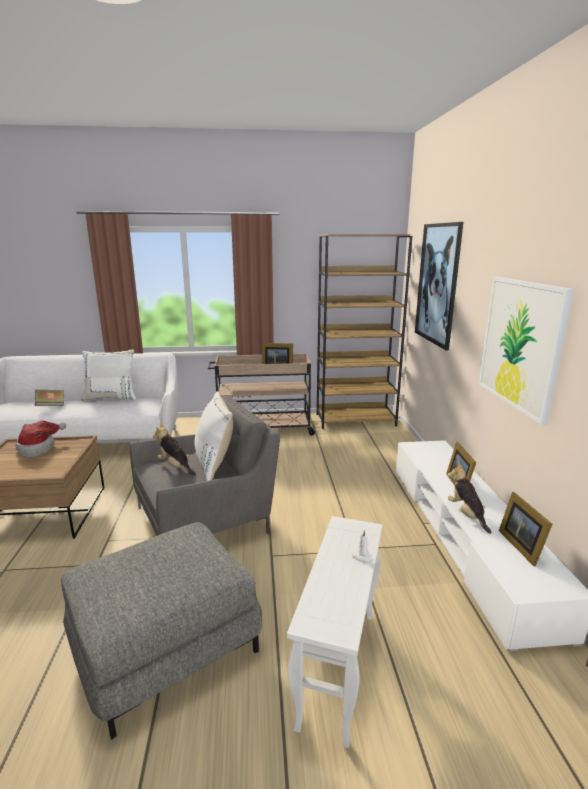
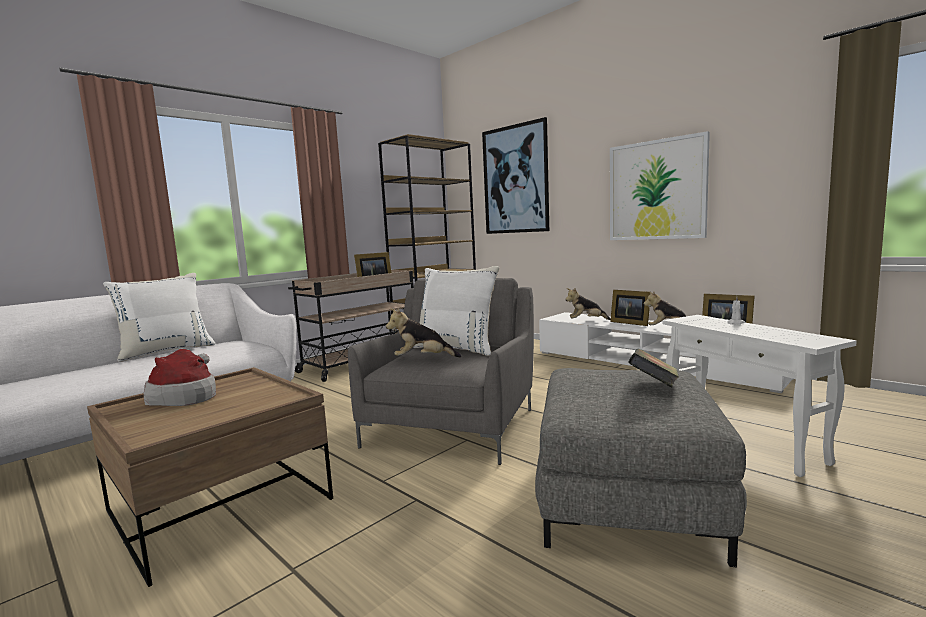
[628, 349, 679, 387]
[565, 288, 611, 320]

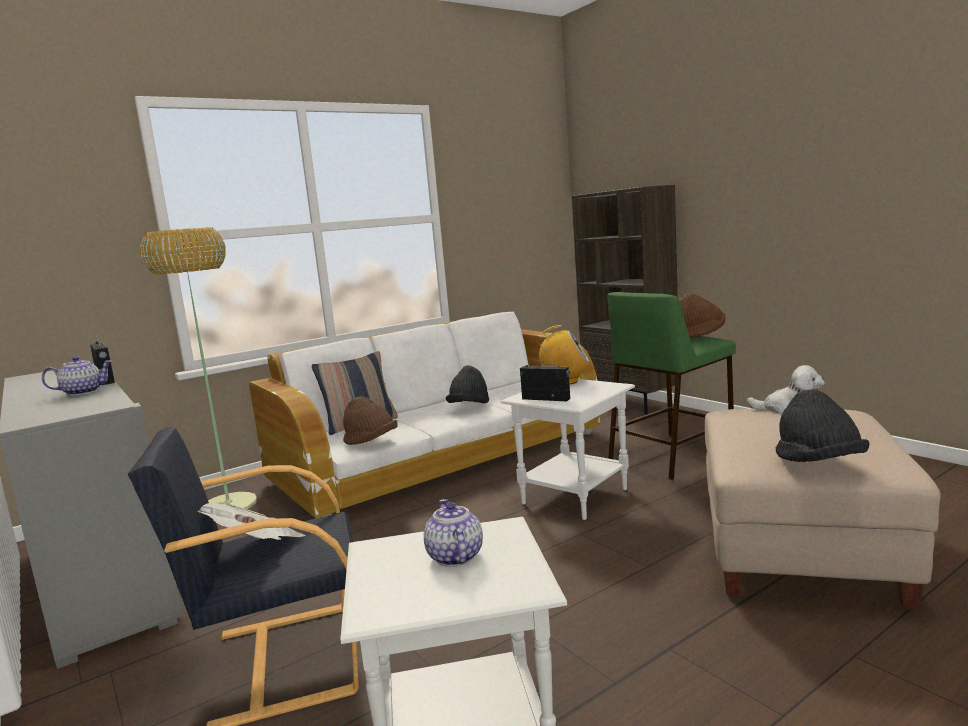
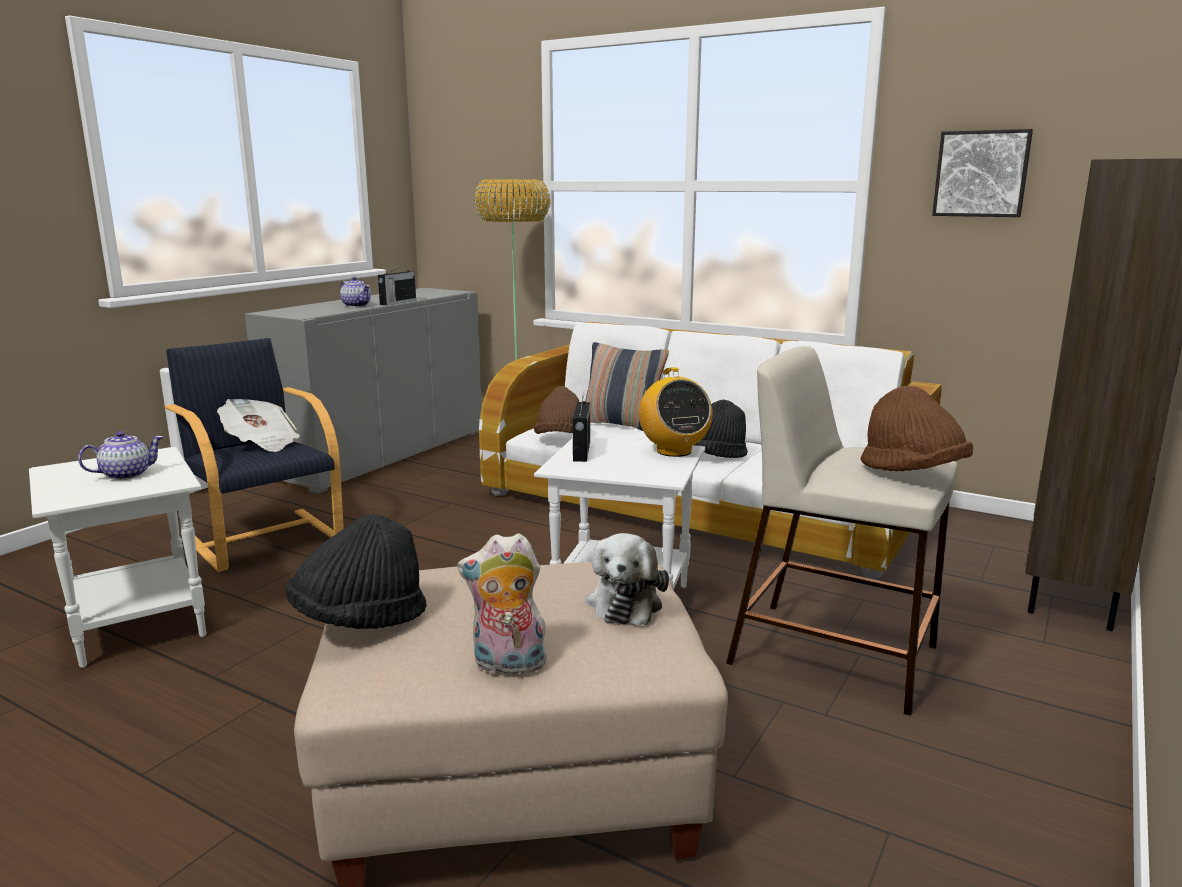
[726, 346, 958, 716]
[457, 533, 549, 674]
[932, 129, 1033, 217]

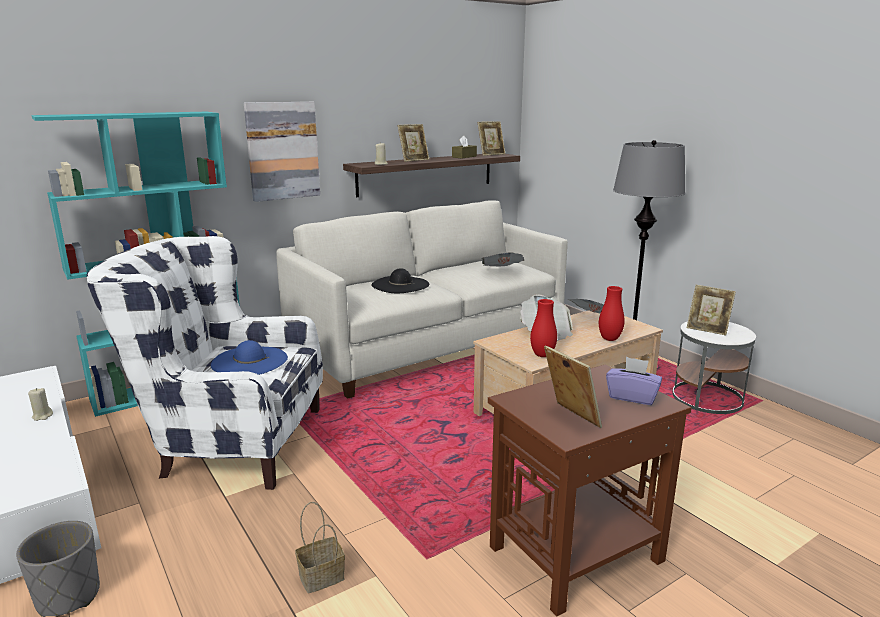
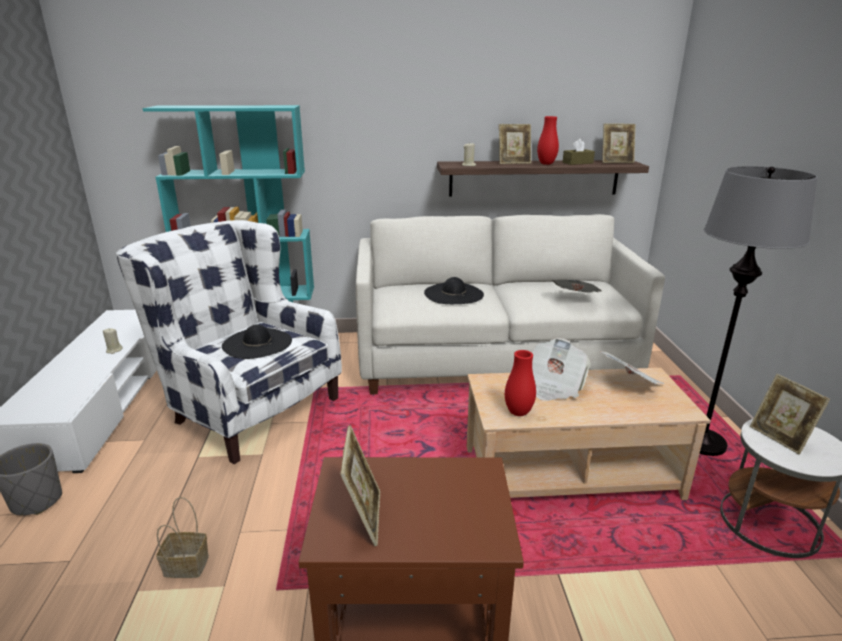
[222, 324, 292, 359]
[244, 102, 320, 202] (first image)
[537, 116, 559, 165]
[606, 357, 662, 405] (first image)

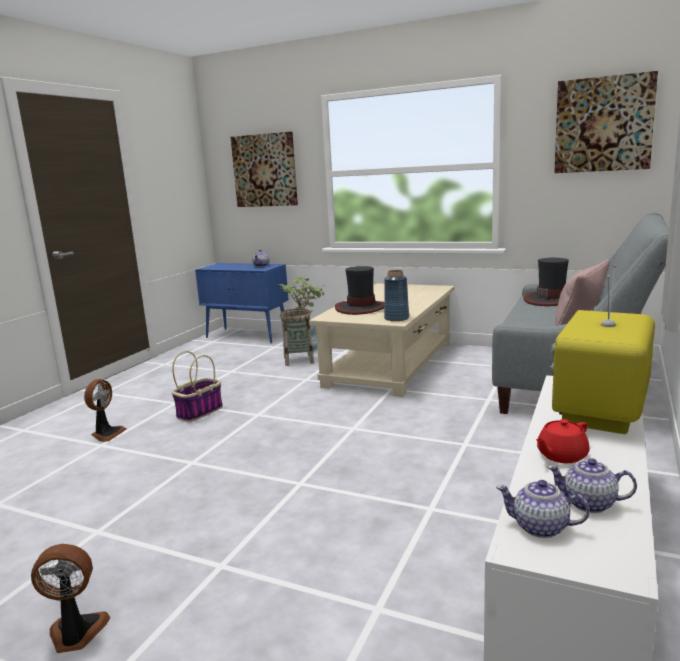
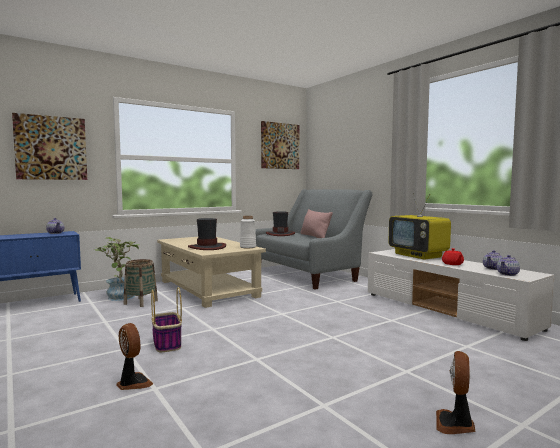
[240, 216, 256, 248]

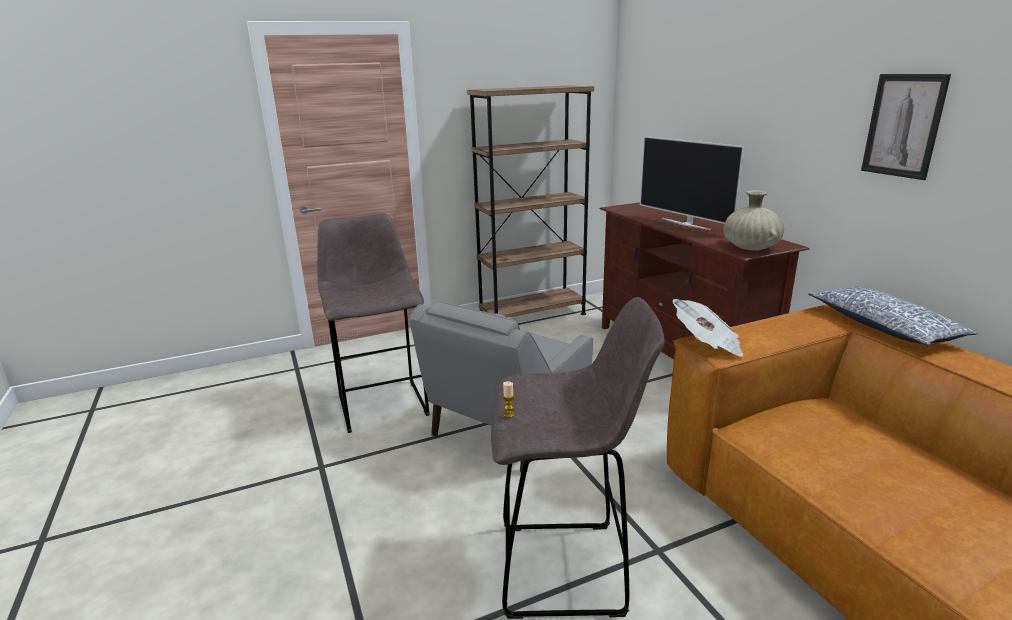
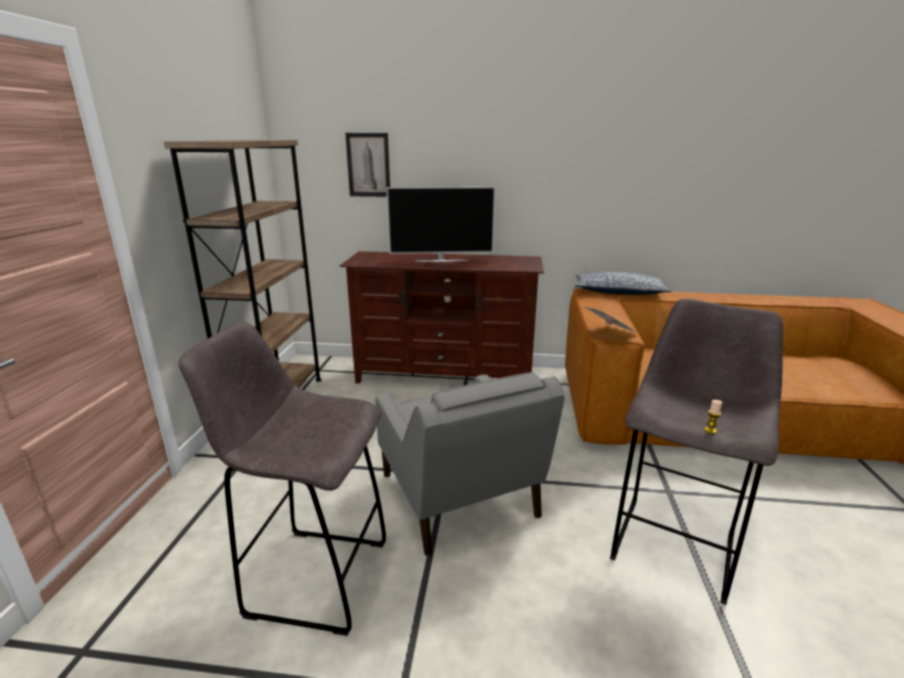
[724, 190, 784, 251] (first image)
[345, 133, 390, 197]

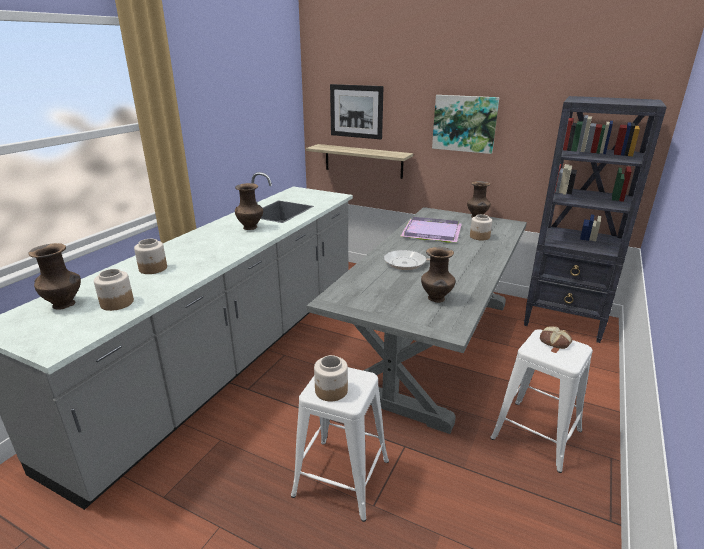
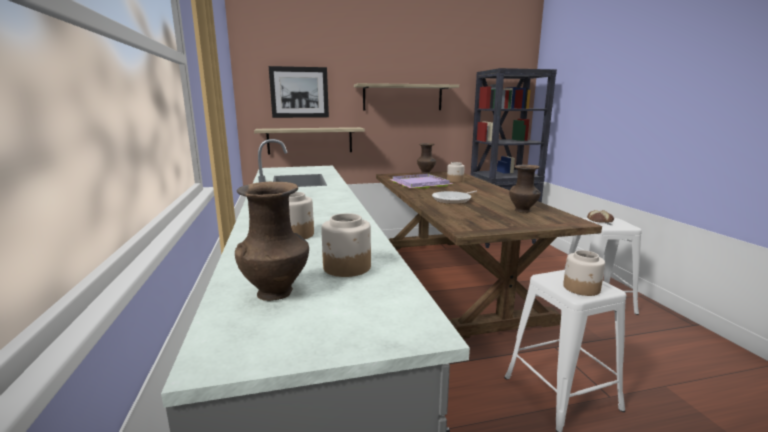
[235, 183, 263, 230] (first image)
[376, 171, 602, 339]
[354, 83, 459, 110]

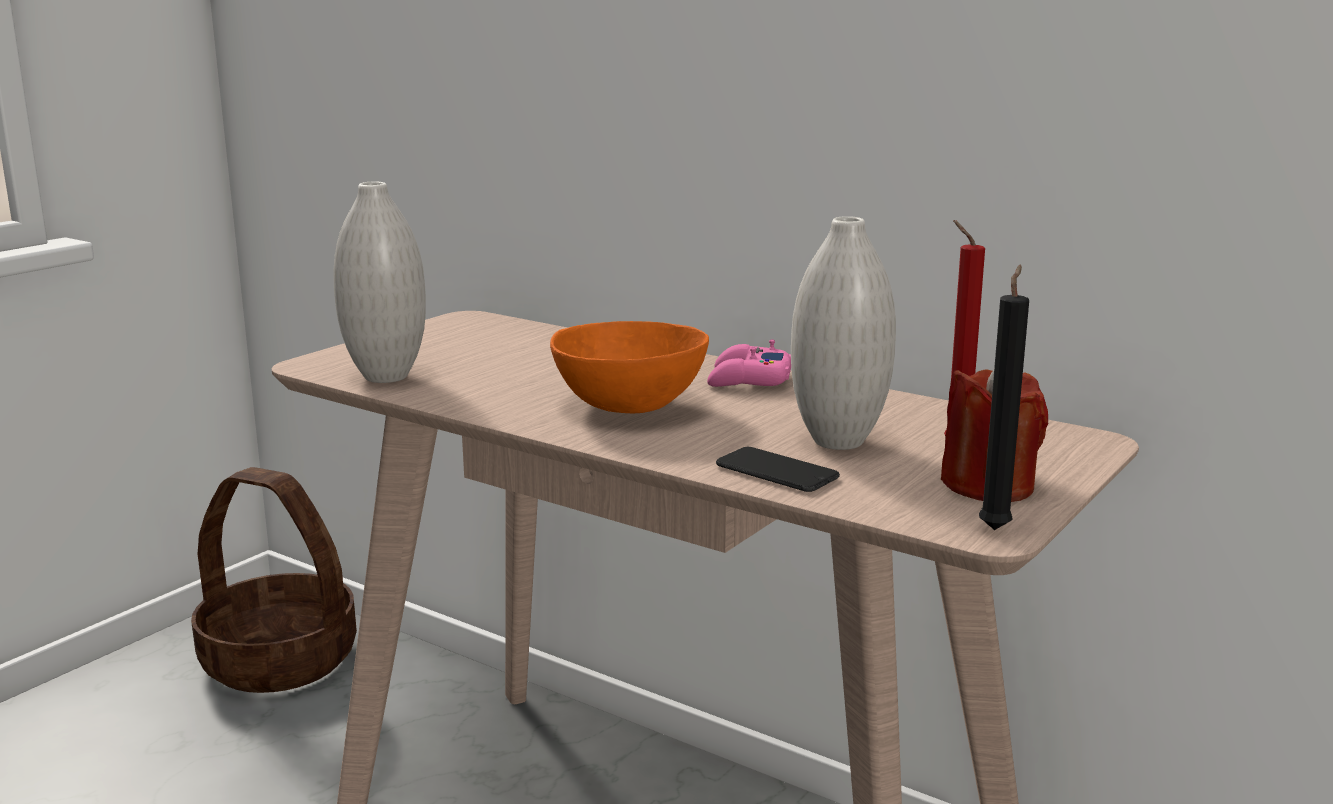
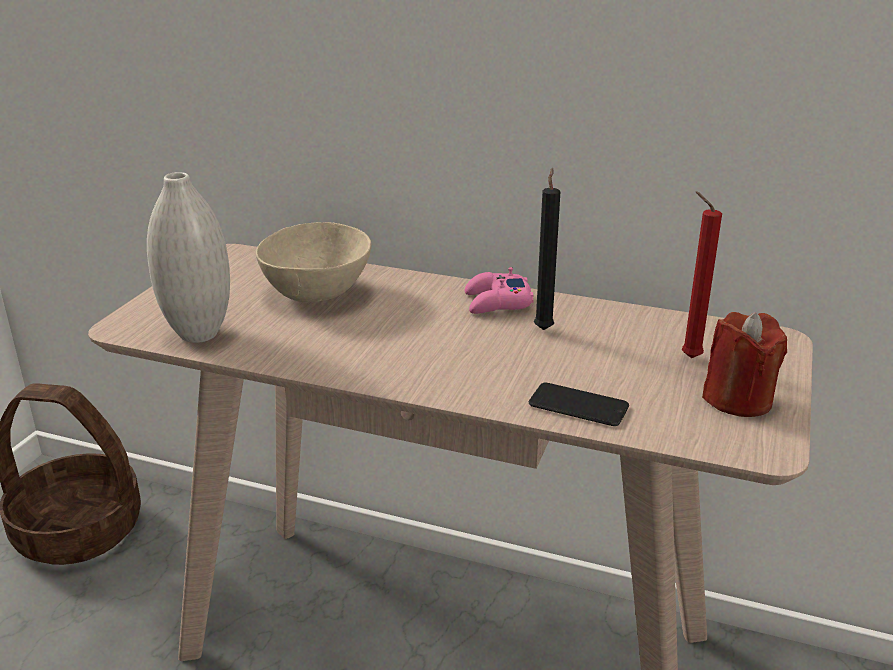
[550, 321, 709, 413] (first image)
[791, 216, 896, 450] (first image)
[534, 168, 560, 330]
[256, 222, 372, 302]

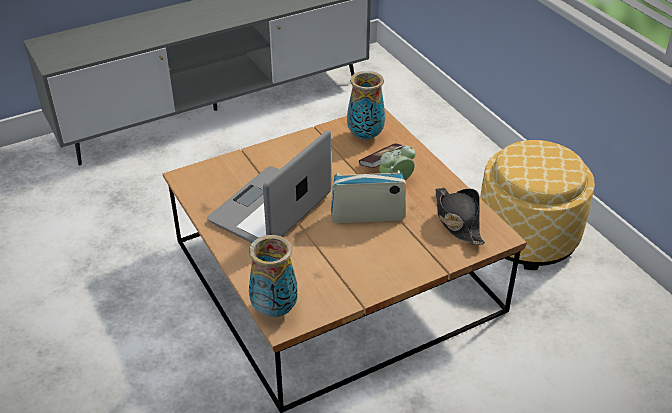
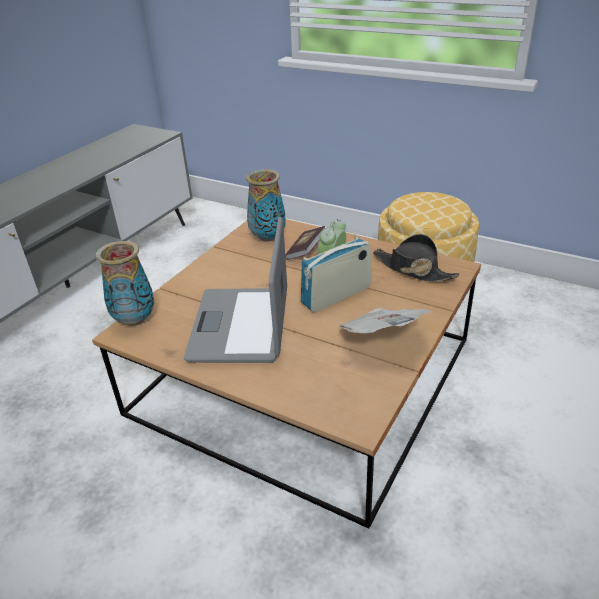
[96, 241, 154, 326]
[340, 308, 432, 333]

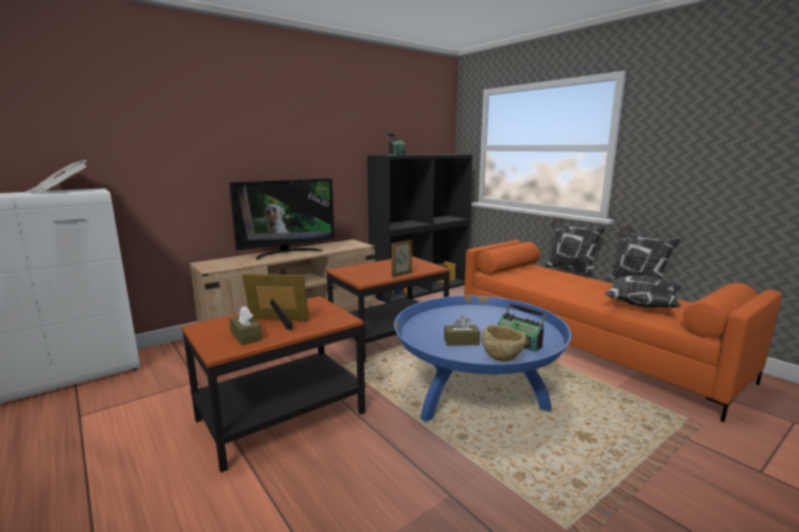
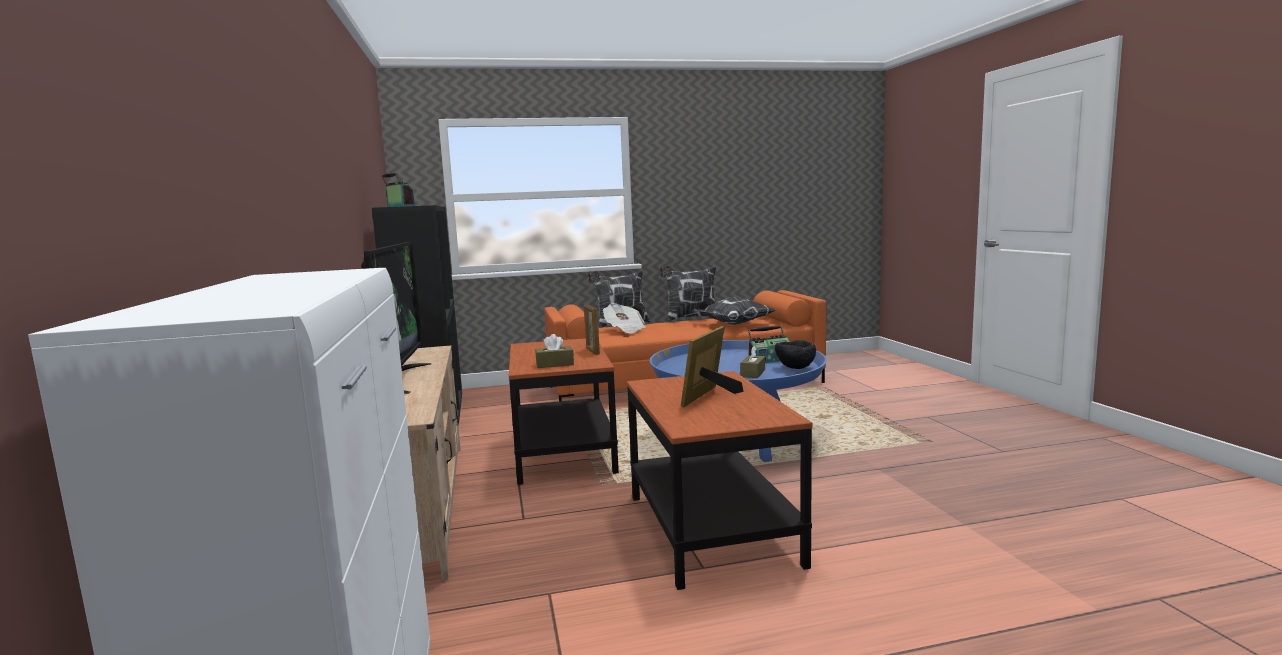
[603, 303, 646, 334]
[536, 334, 574, 368]
[775, 340, 816, 369]

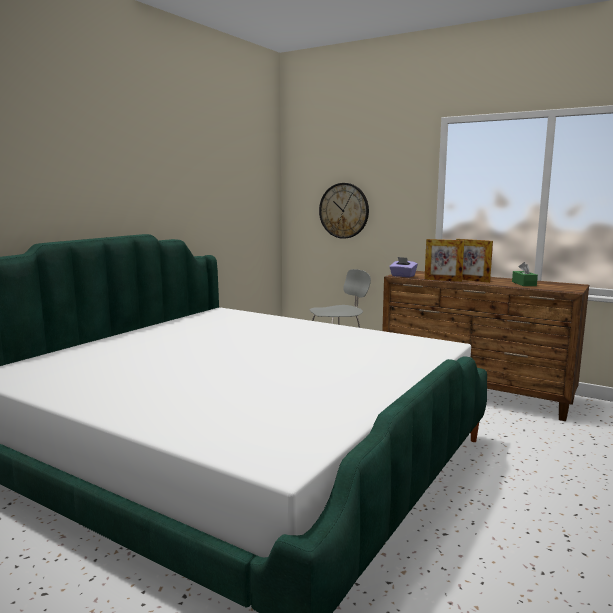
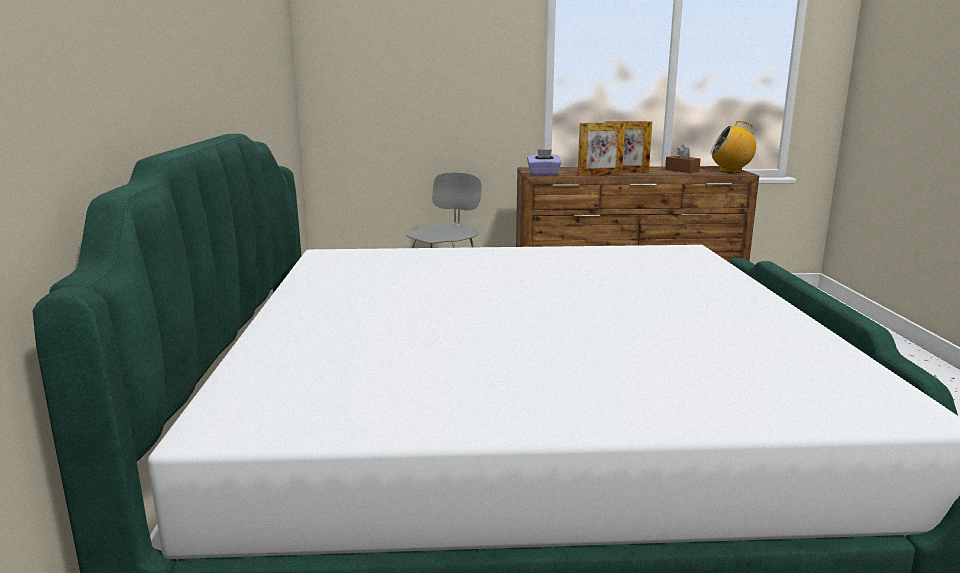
[319, 183, 369, 239] (first image)
[665, 145, 701, 173]
[711, 121, 756, 173]

